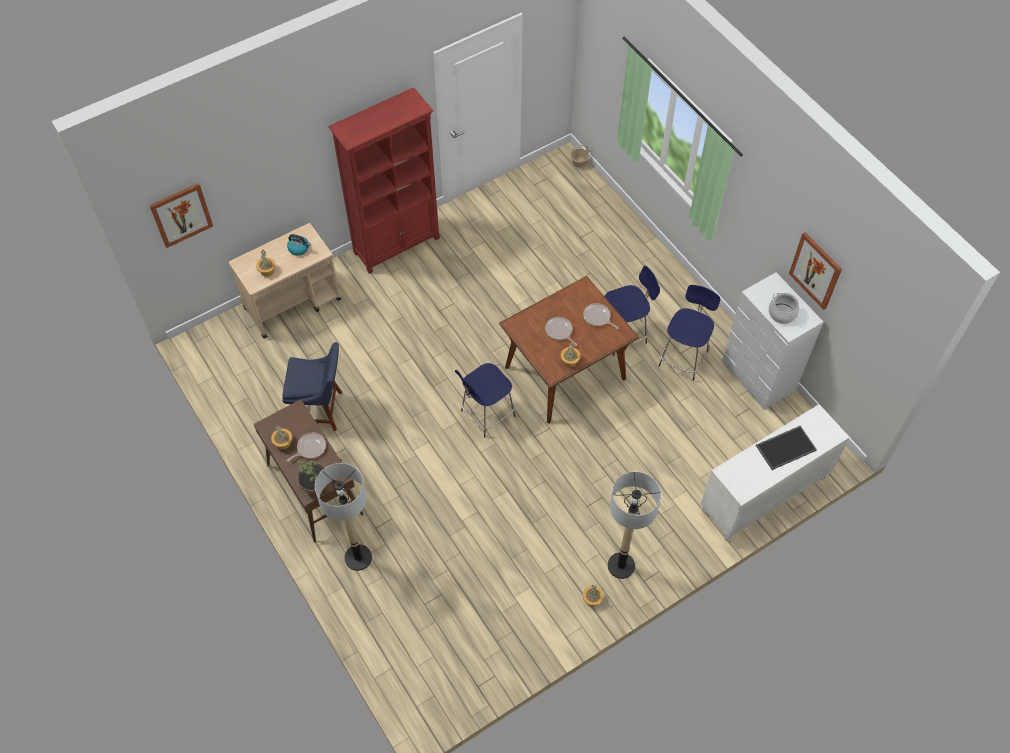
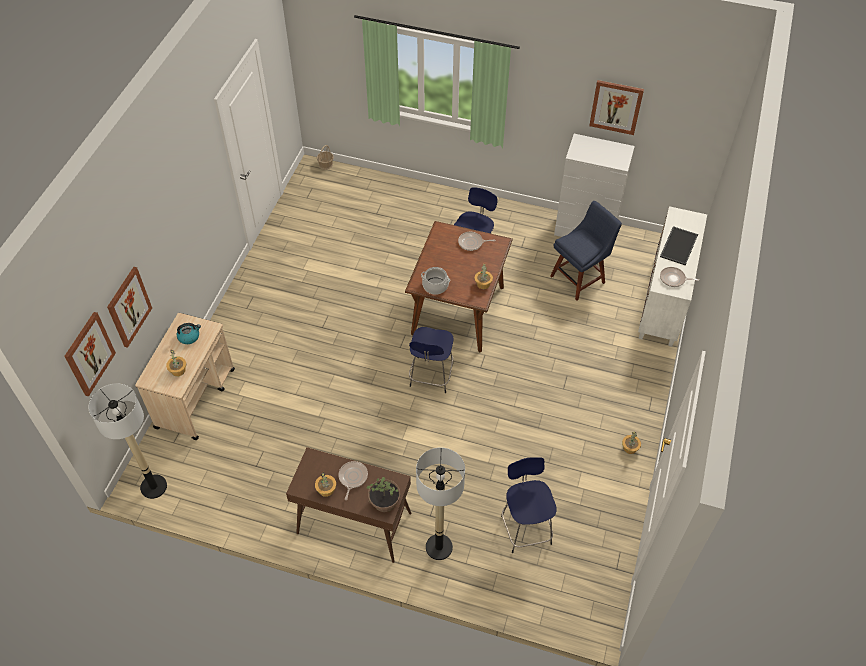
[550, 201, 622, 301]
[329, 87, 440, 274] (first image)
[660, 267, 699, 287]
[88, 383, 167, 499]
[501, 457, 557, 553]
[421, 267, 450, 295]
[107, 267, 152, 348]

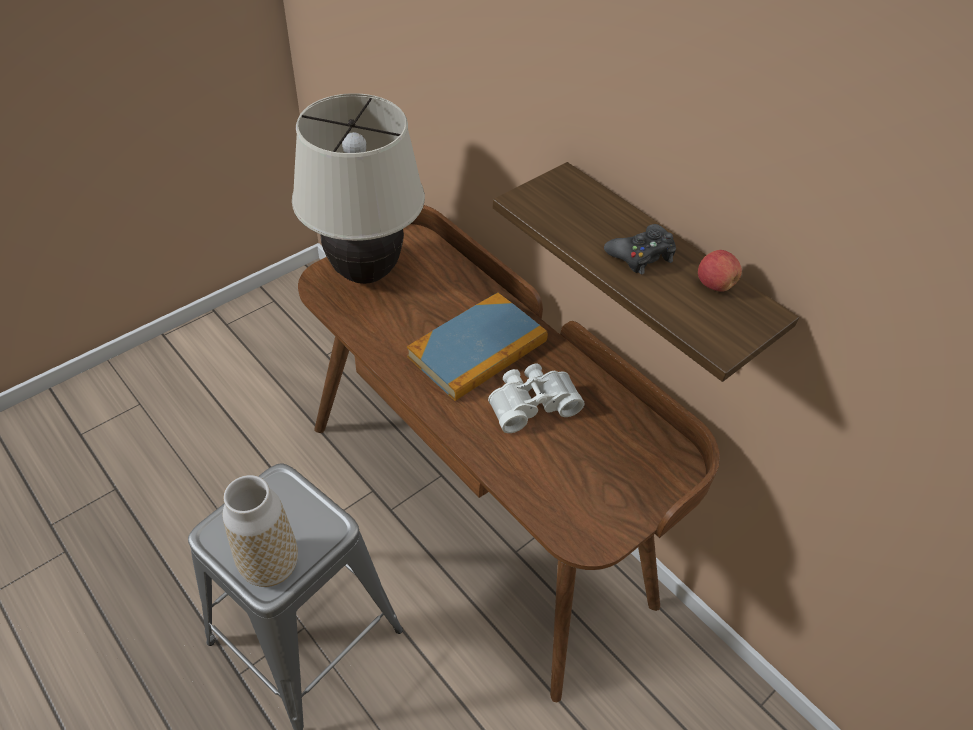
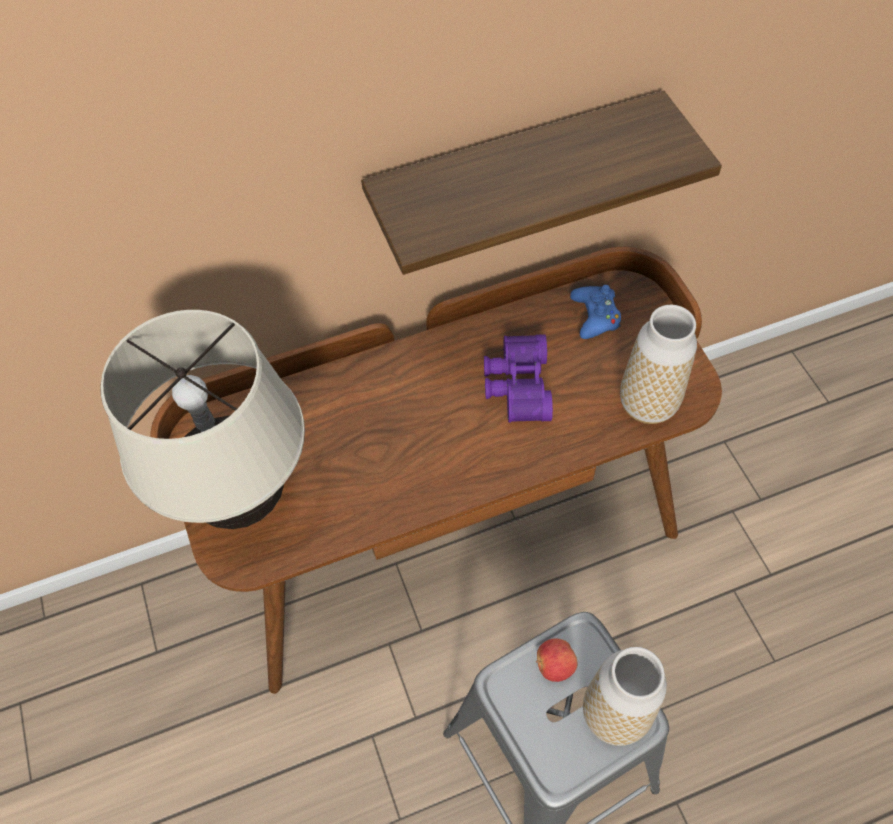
[407, 293, 548, 401] (first image)
[484, 334, 553, 423]
[604, 224, 676, 274] (first image)
[536, 638, 578, 682]
[570, 285, 621, 339]
[620, 305, 697, 424]

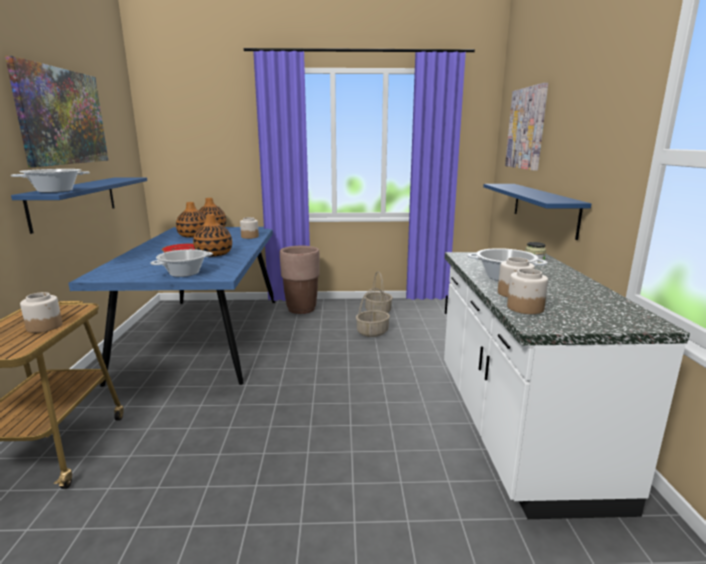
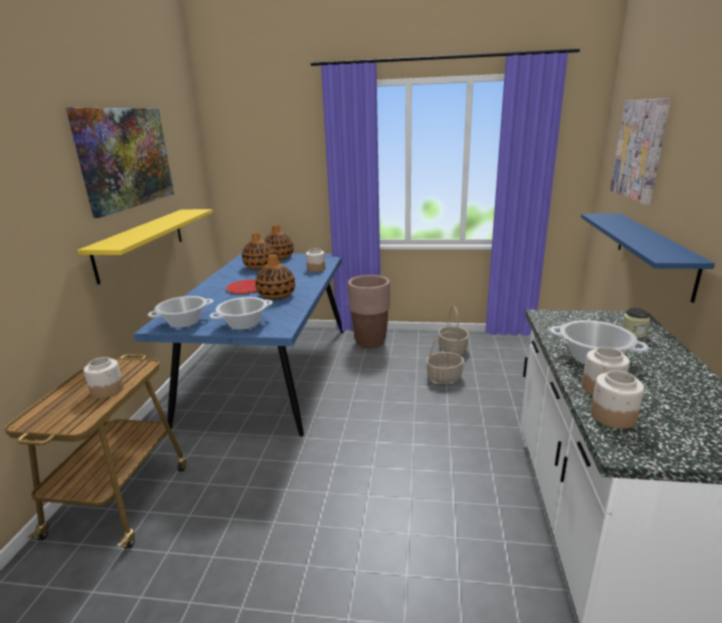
[148, 296, 214, 328]
[77, 209, 213, 285]

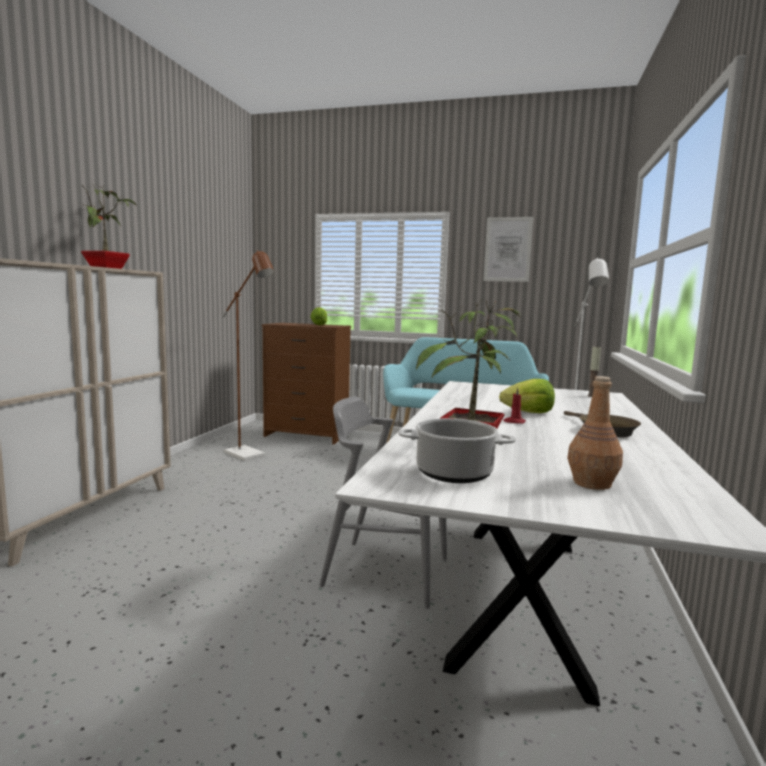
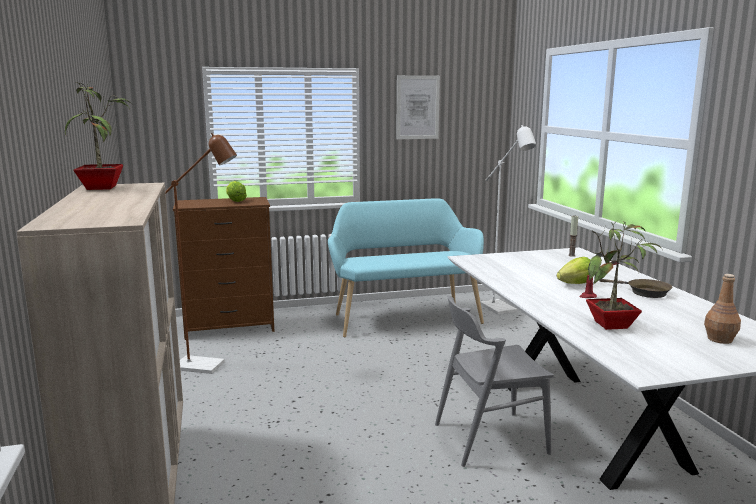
[398, 418, 516, 483] (first image)

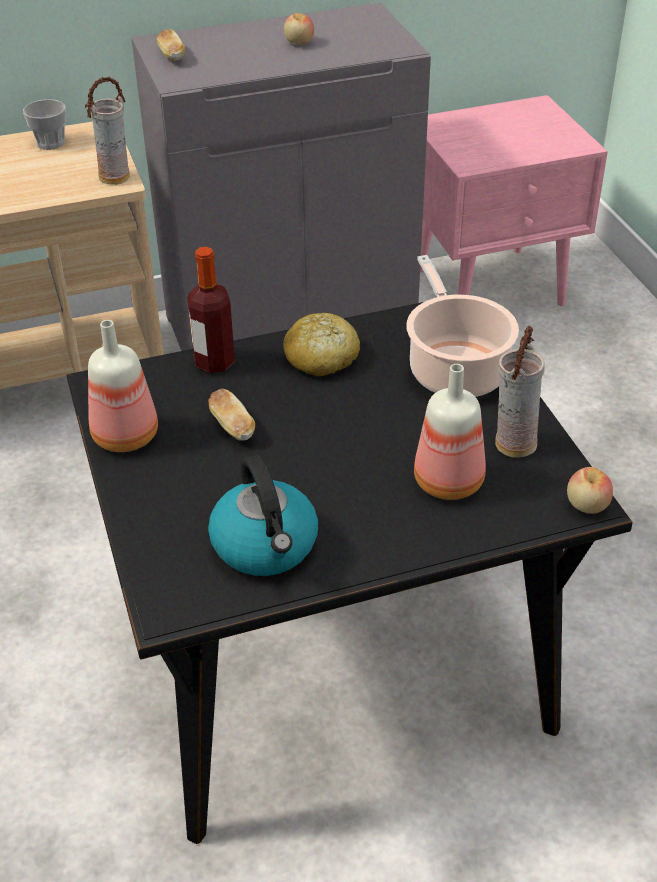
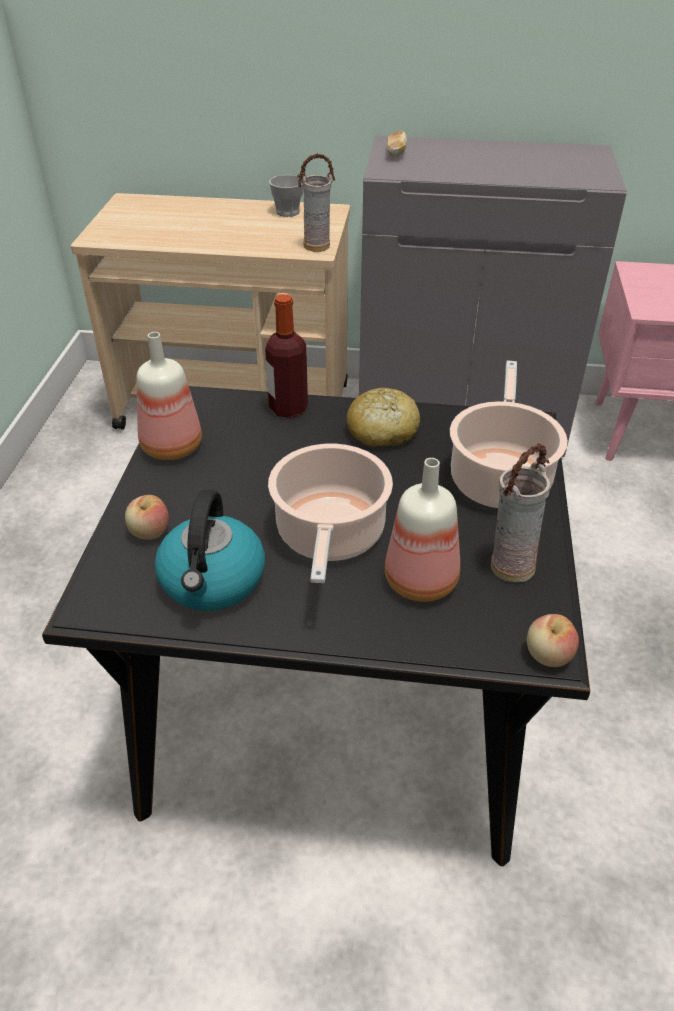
[208, 389, 255, 441] (first image)
[125, 495, 169, 540]
[268, 443, 393, 583]

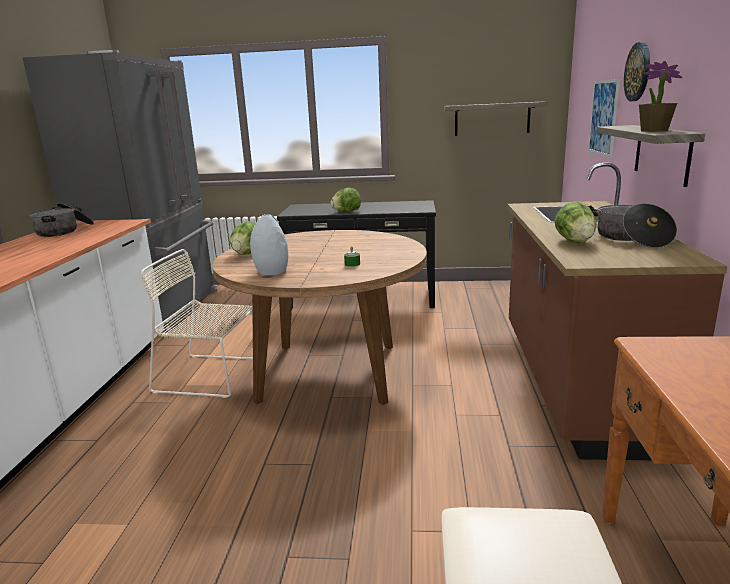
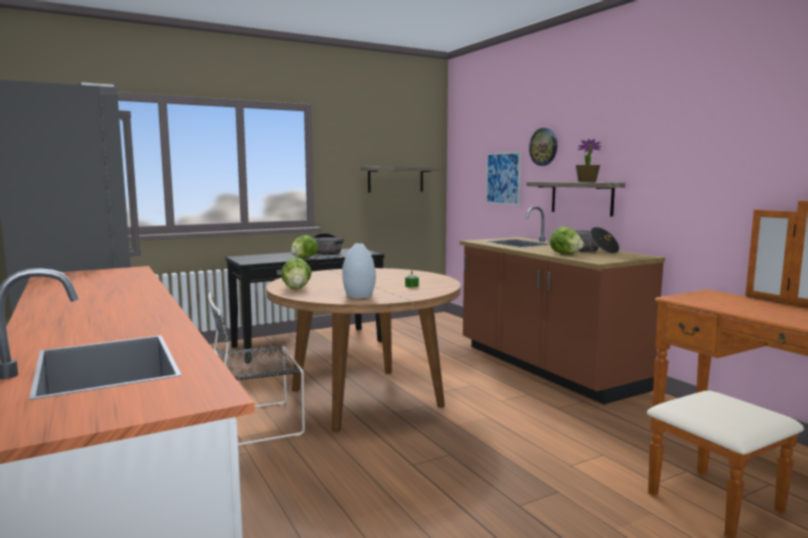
[312, 233, 344, 255]
[208, 293, 305, 446]

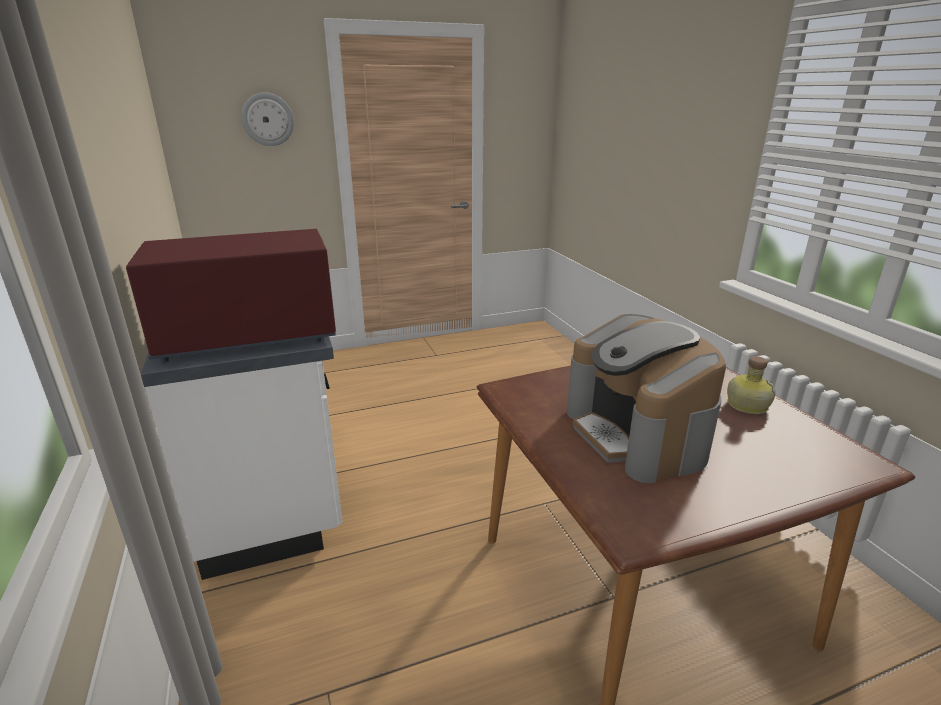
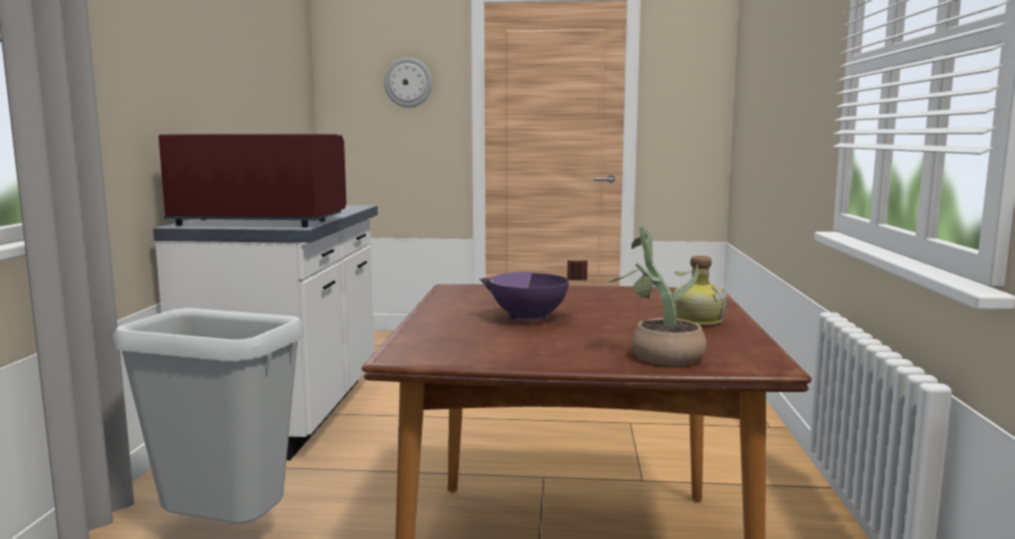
[479, 260, 587, 323]
[112, 308, 304, 524]
[610, 227, 707, 366]

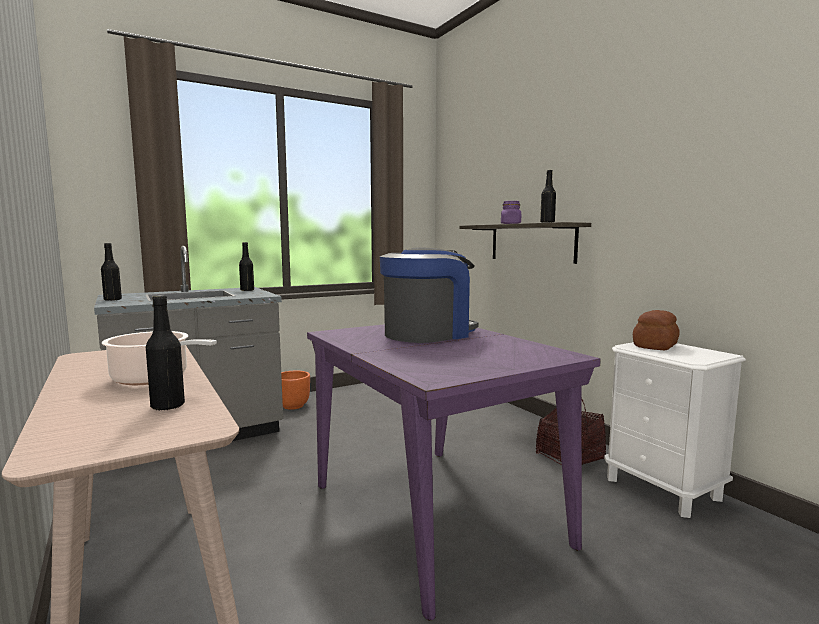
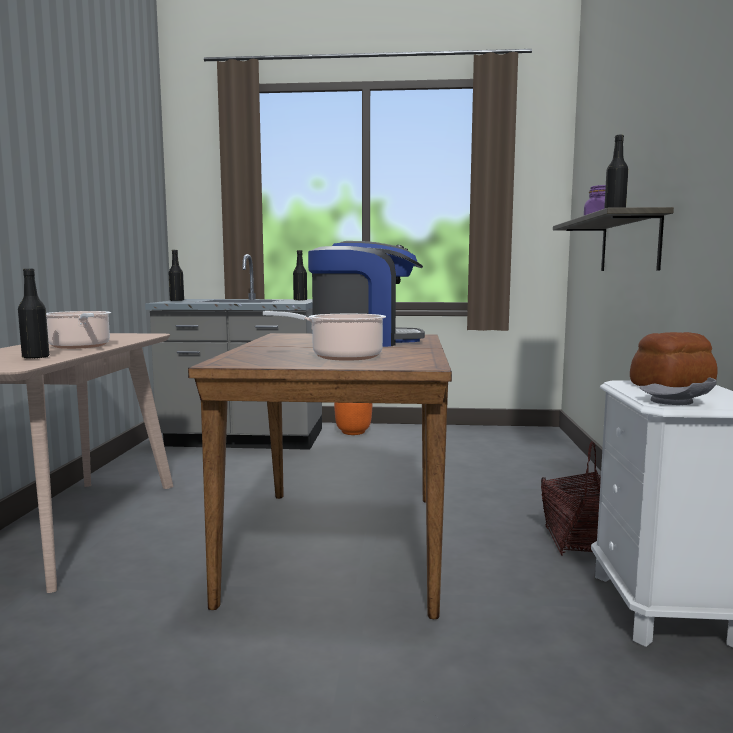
[188, 333, 452, 619]
[263, 311, 386, 361]
[639, 377, 717, 405]

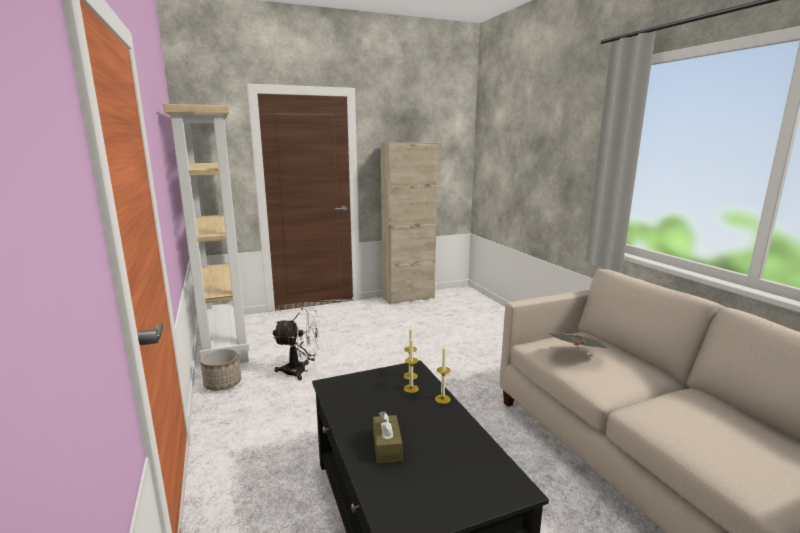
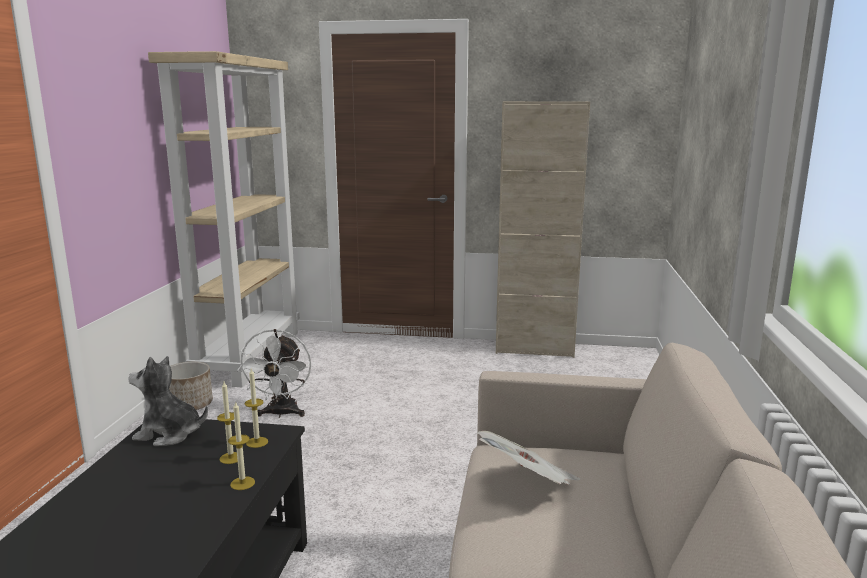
[237, 329, 311, 418]
[373, 412, 402, 463] (first image)
[128, 356, 208, 446]

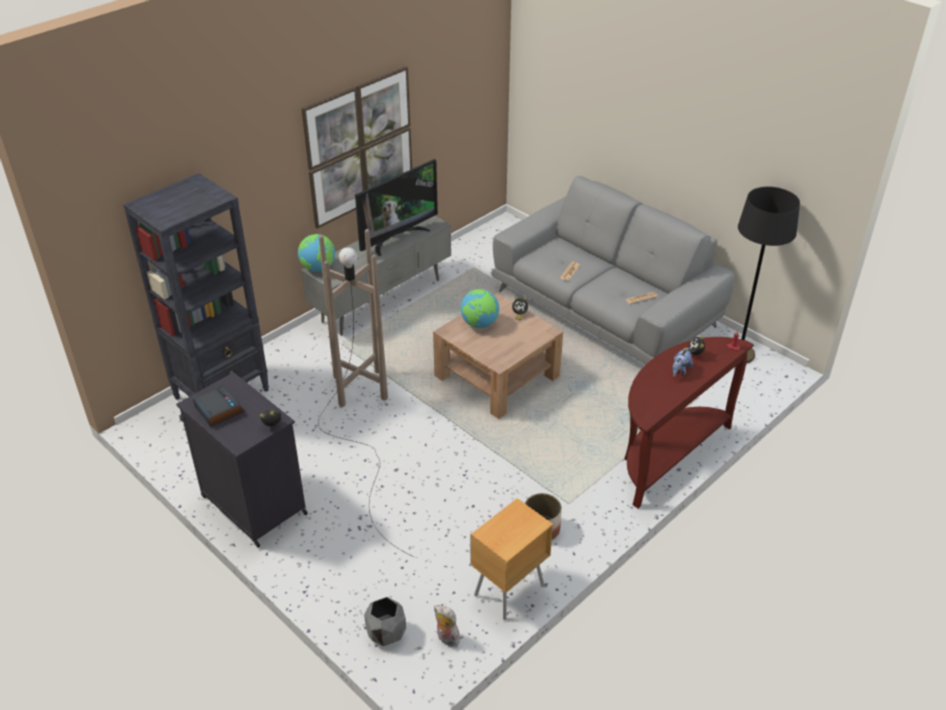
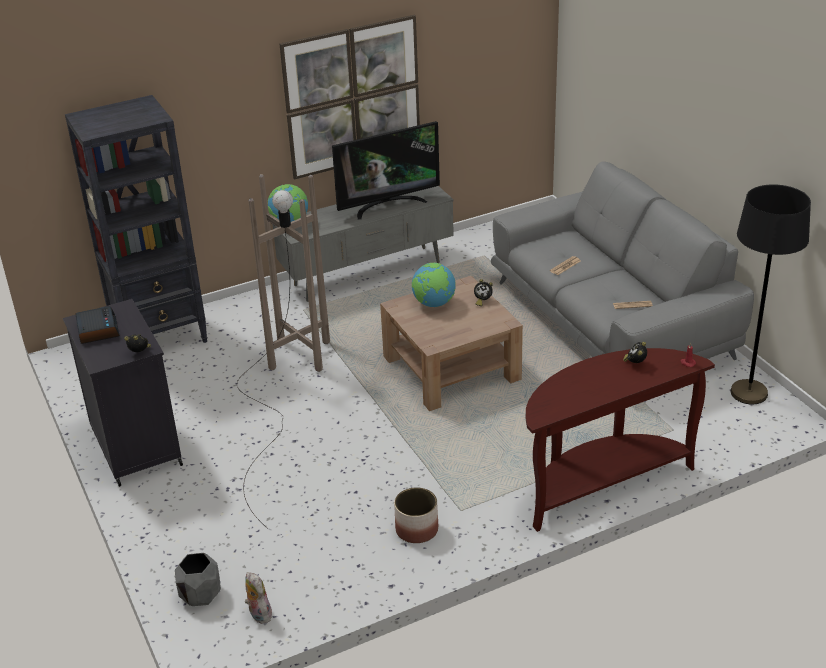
[470, 498, 553, 620] (first image)
[672, 348, 693, 377] (first image)

